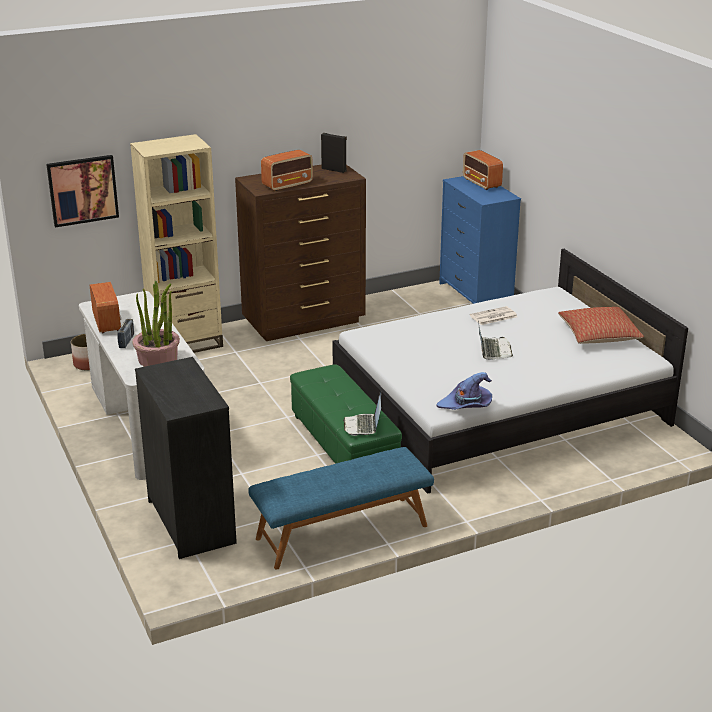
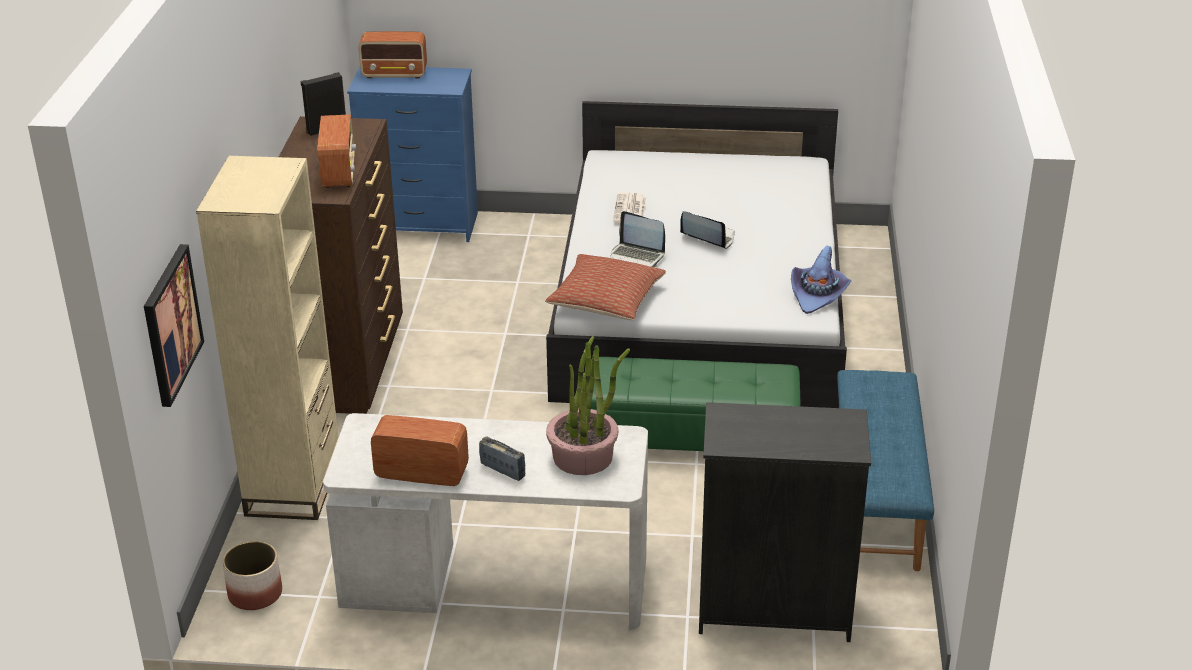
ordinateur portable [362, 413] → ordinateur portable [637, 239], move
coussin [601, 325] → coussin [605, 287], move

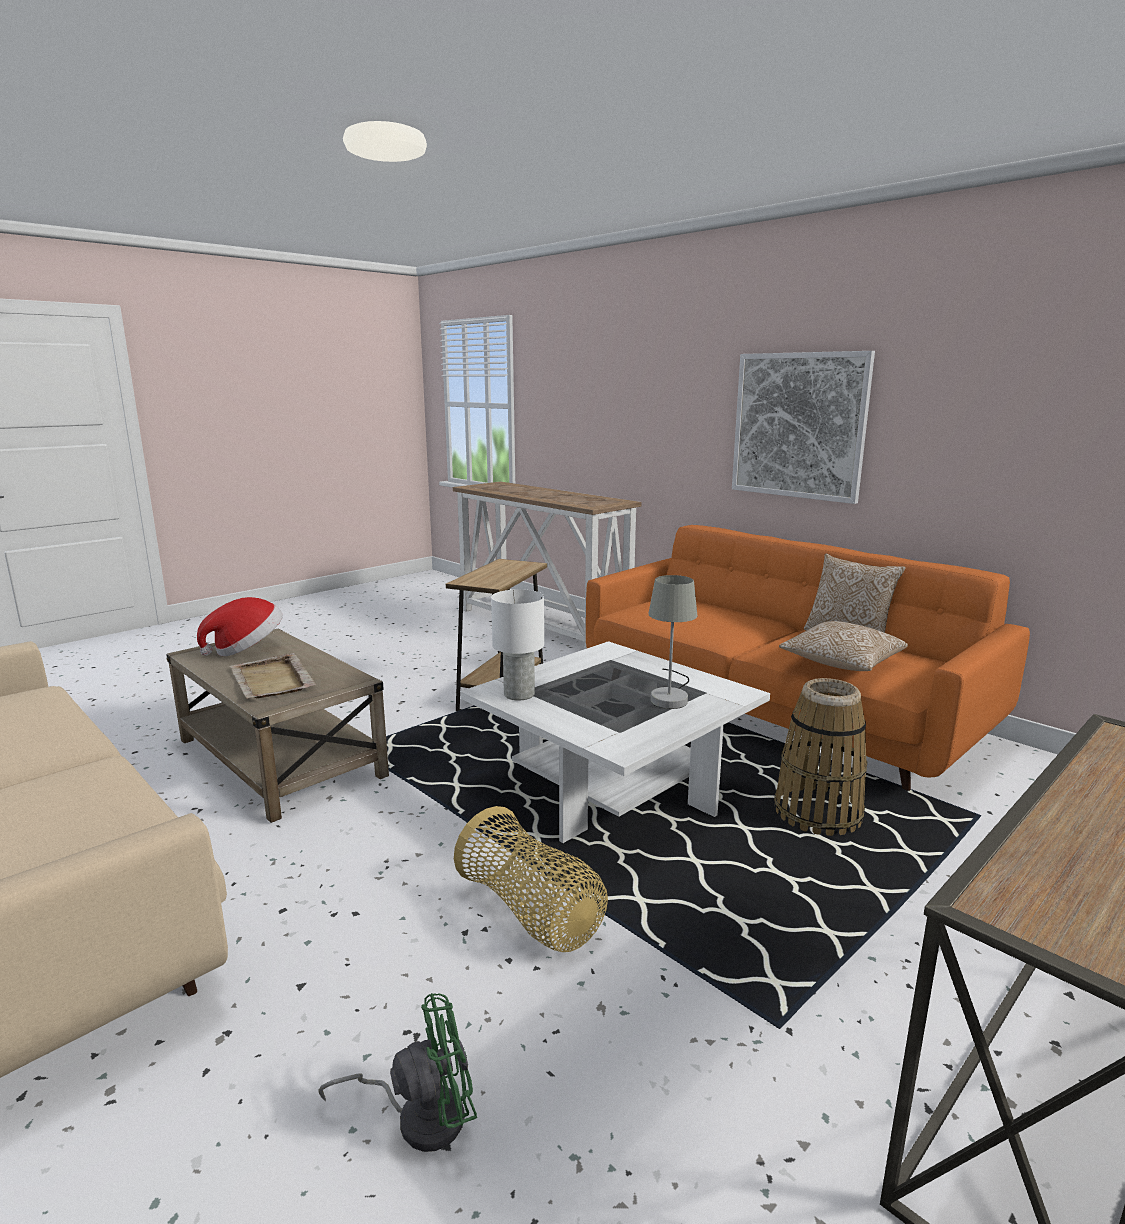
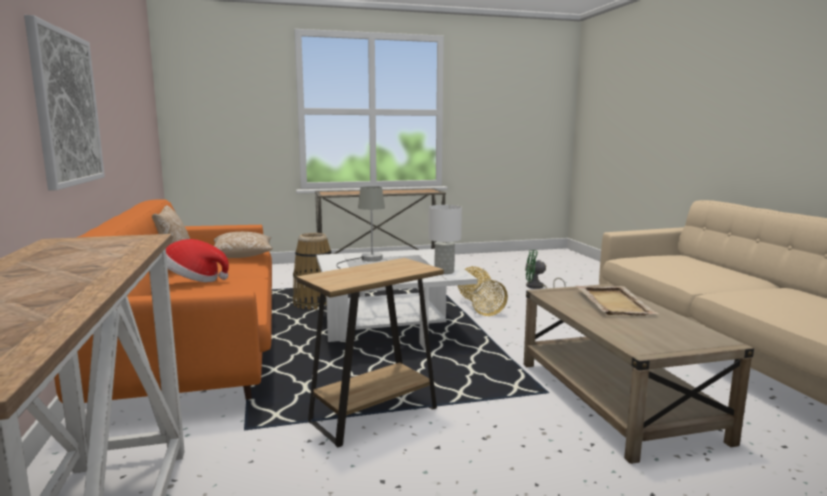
chapeau [240, 626] → chapeau [197, 260], move

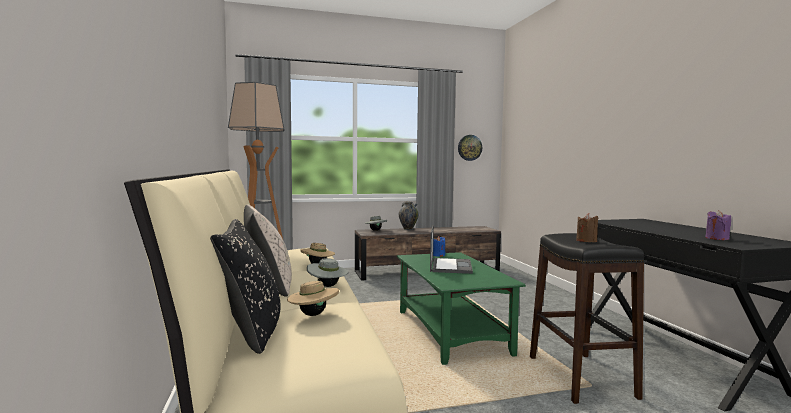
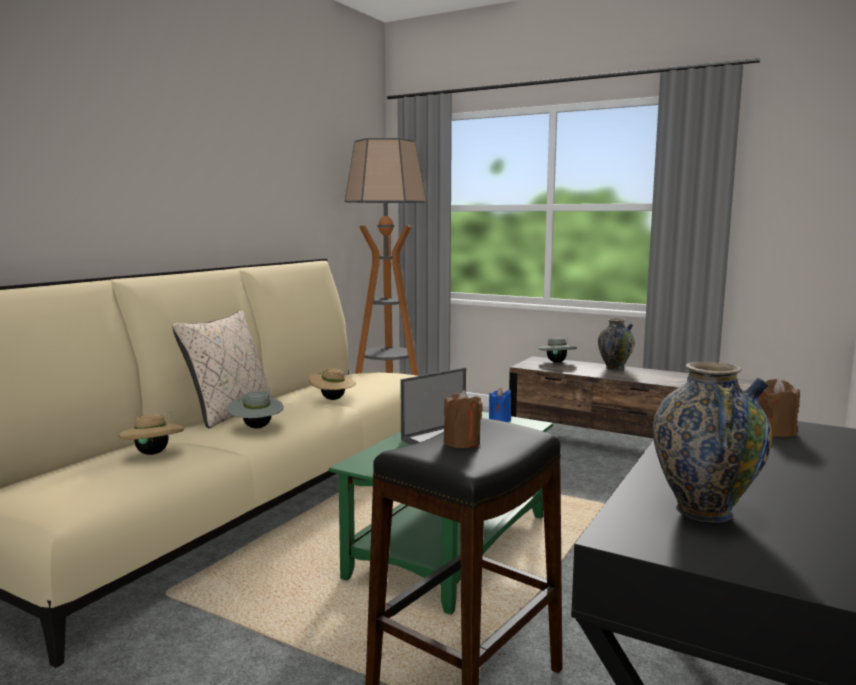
coussin/noir [245, 286] → -
horloge murale [470, 148] → -
bougie/violet [718, 225] → vase [712, 442]
- → bougie/marron [779, 408]

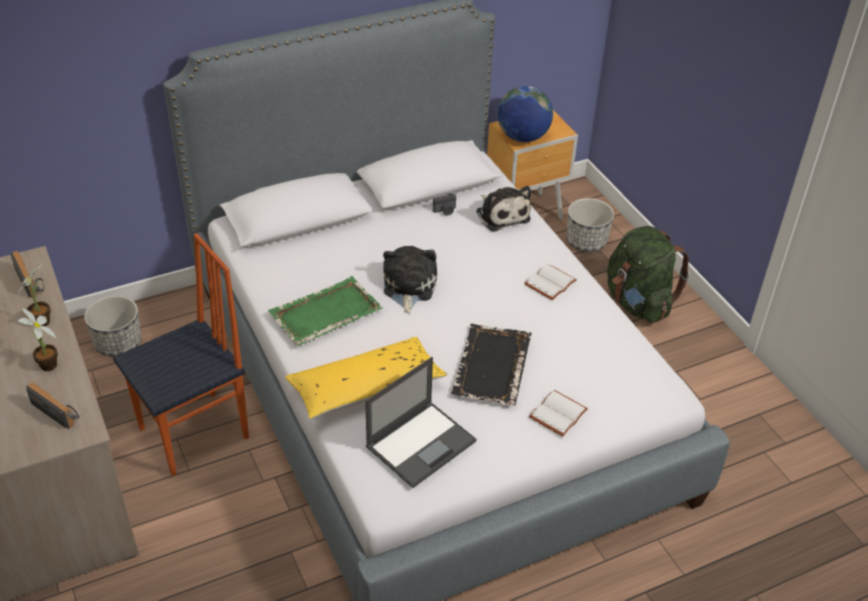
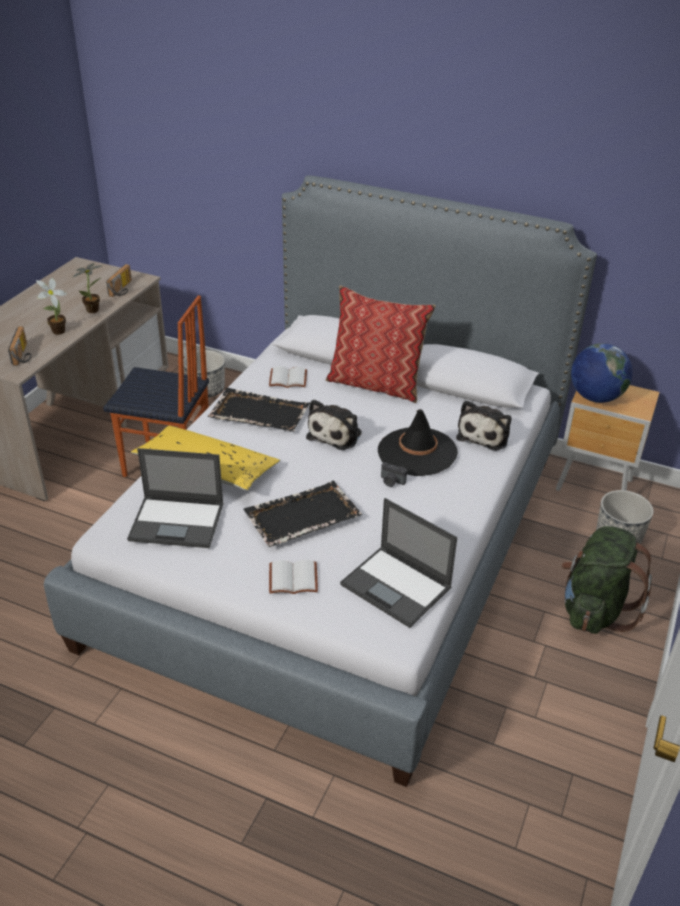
plateau/vert [325, 311] → plateau/noir [259, 410]
peluche [410, 280] → peluche [334, 424], 150 degrees clockwise
appareil photo [444, 204] → appareil photo [394, 474], move
livre/blanc [550, 282] → livre/blanc [288, 377], move
- → coussin [380, 344]
- → ordinateur portable [398, 563]
- → chapeau/noir [418, 442]

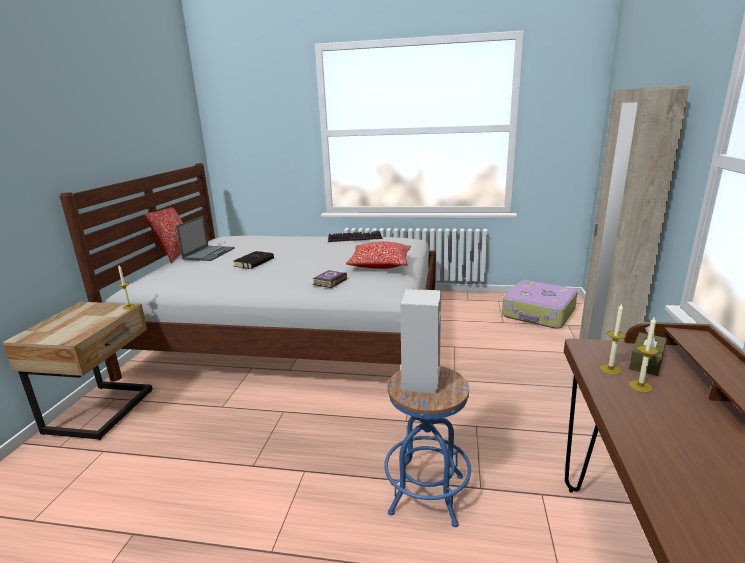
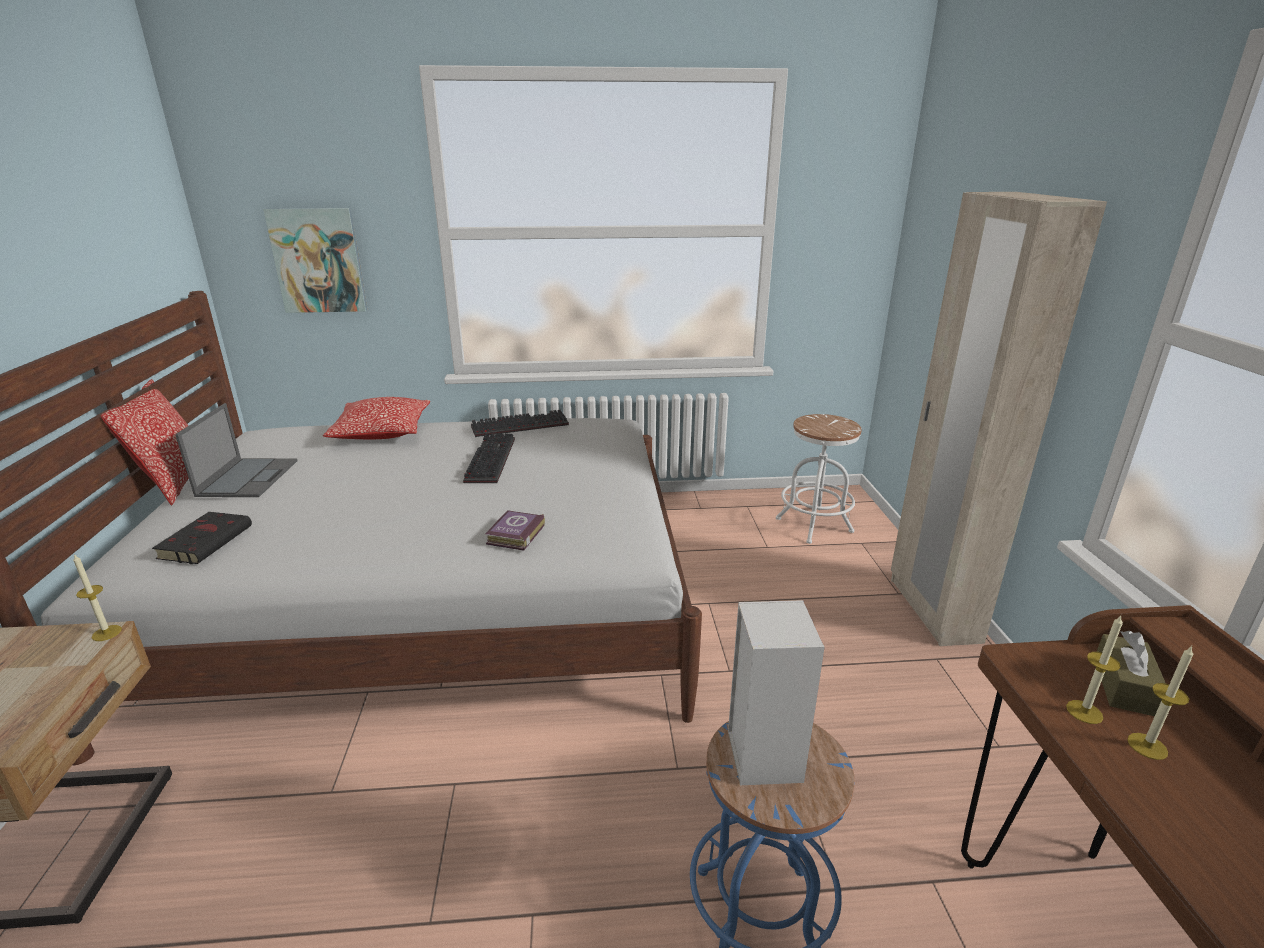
livre/noir [253, 260] → livre/noir [202, 538], move
coussin [378, 255] → coussin [376, 418], move
valise [539, 304] → tabouret/blanc [819, 479]
- → tableau [315, 260]
- → clavier [489, 458]

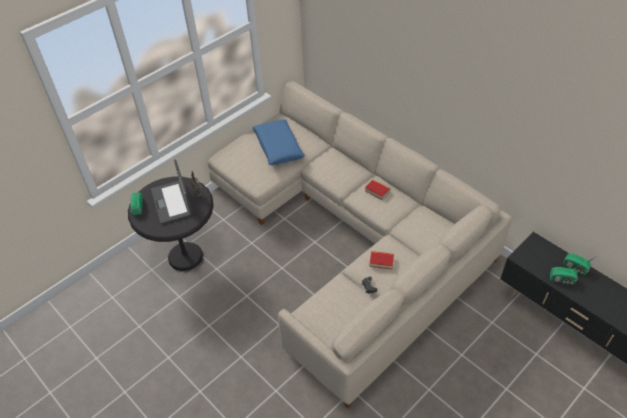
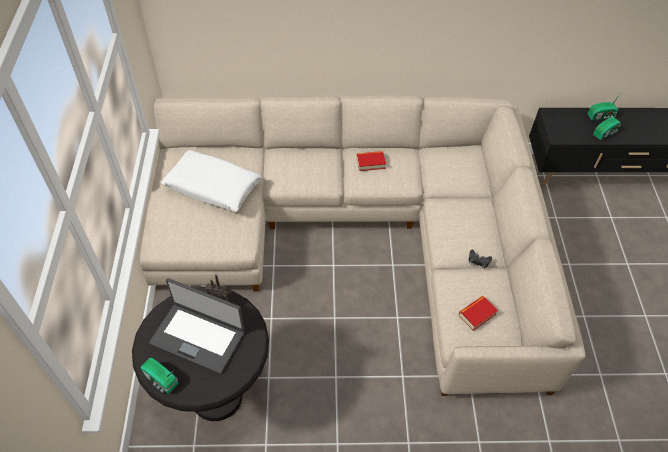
coussin/bleu [279, 142] → coussin/blanc [211, 181]
livre [381, 260] → livre [478, 313], move

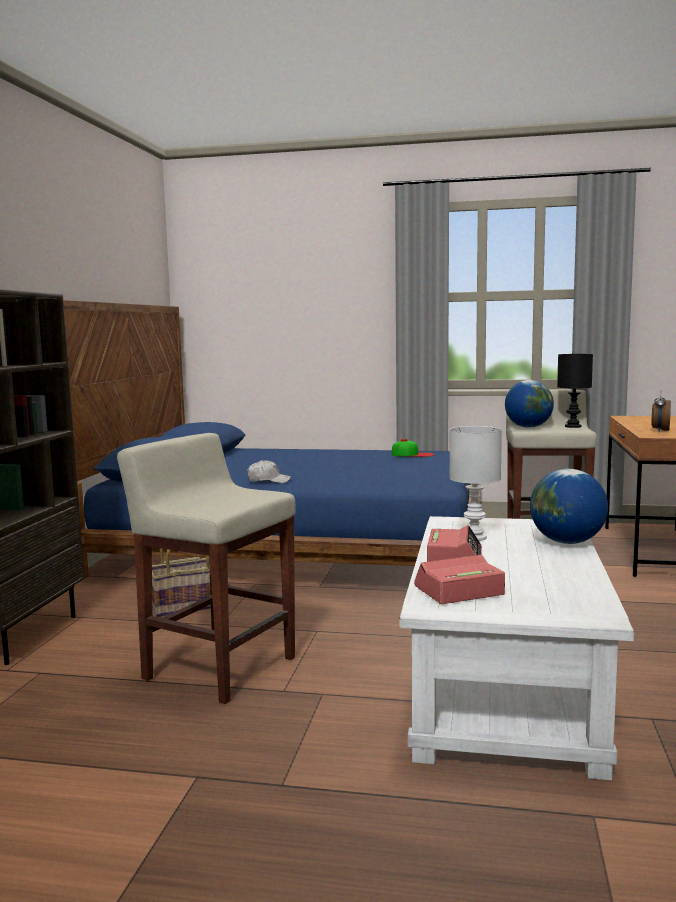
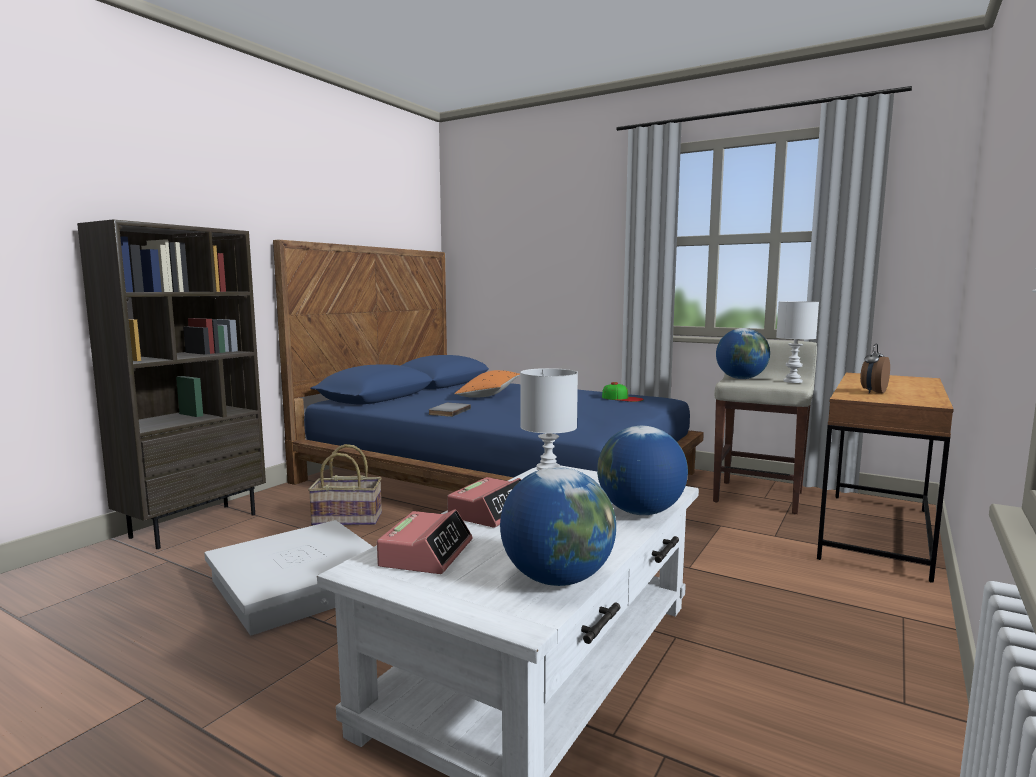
tabouret/beige [206, 568] → boîte de rangement/blanc [288, 577]
casquette/blanc [269, 471] → livre/gris [449, 410]
réveil [459, 579] → réveil [425, 541], 105 degrees clockwise
lampe de table/noir [575, 391] → lampe de table/blanc [797, 342]
- → coussin/orange [487, 384]
- → globe [558, 526]

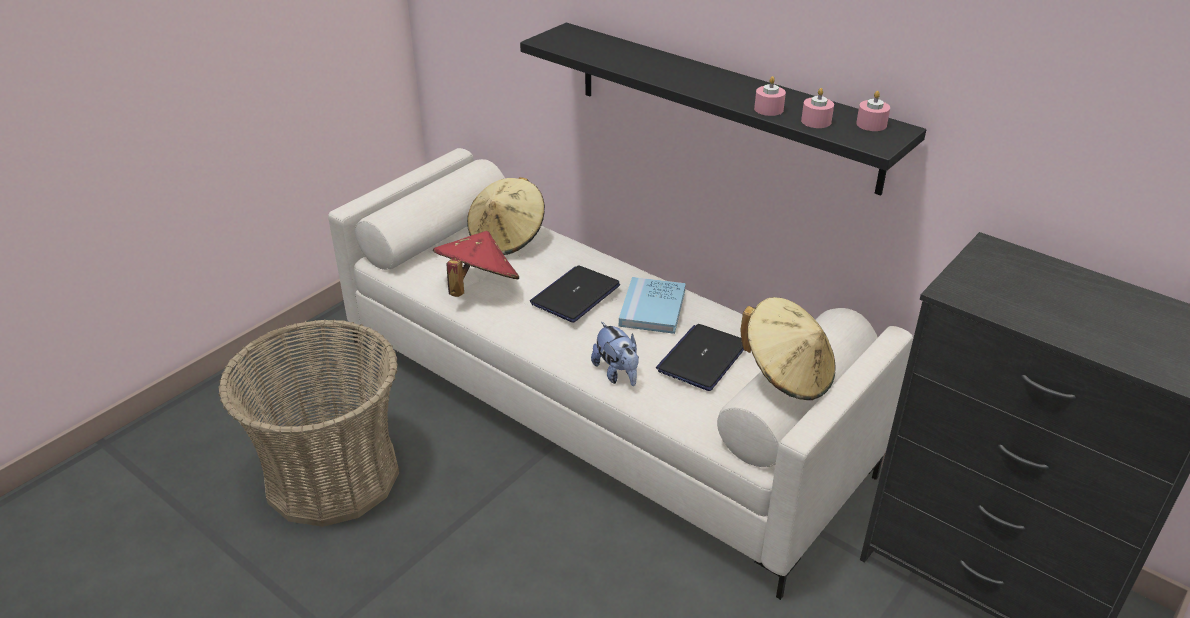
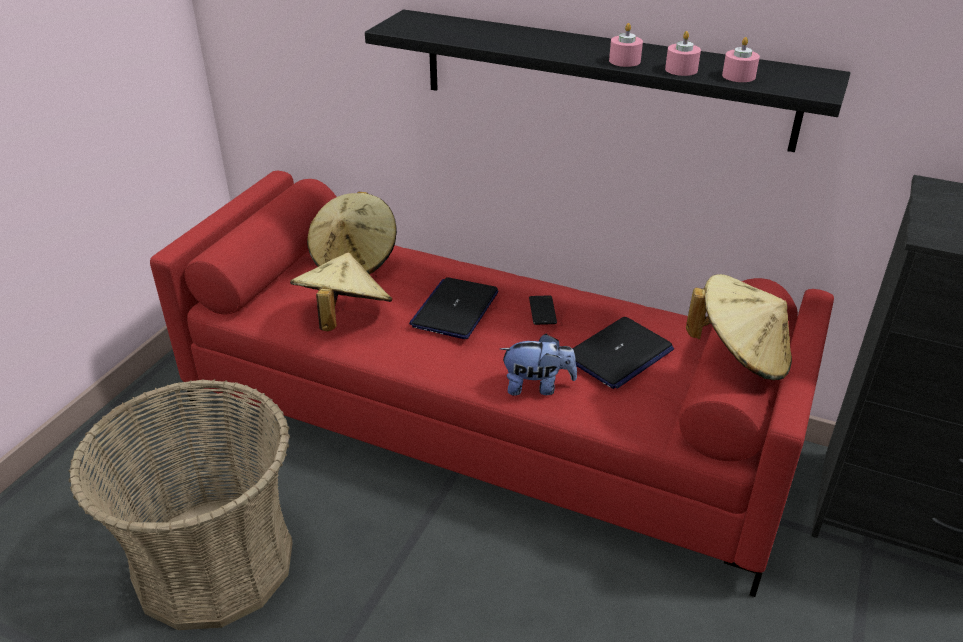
canapé/blanc [620, 374] → canapé/rouge [492, 383]
chapeau/rouge [476, 264] → chapeau/beige [341, 291]
peluche [615, 354] → peluche [538, 365], 45 degrees counterclockwise
livre/bleu [652, 305] → téléphone [543, 310]
ordinateur portable [700, 357] → ordinateur portable [623, 353], 150 degrees counterclockwise
bougie/rose [873, 111] → bougie/rose [626, 45], move

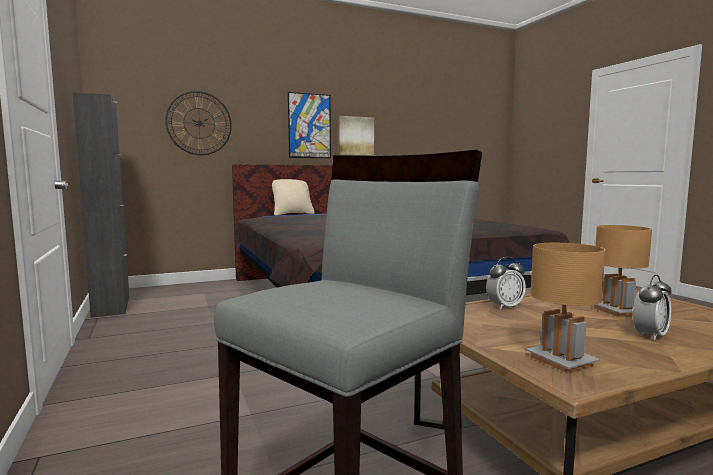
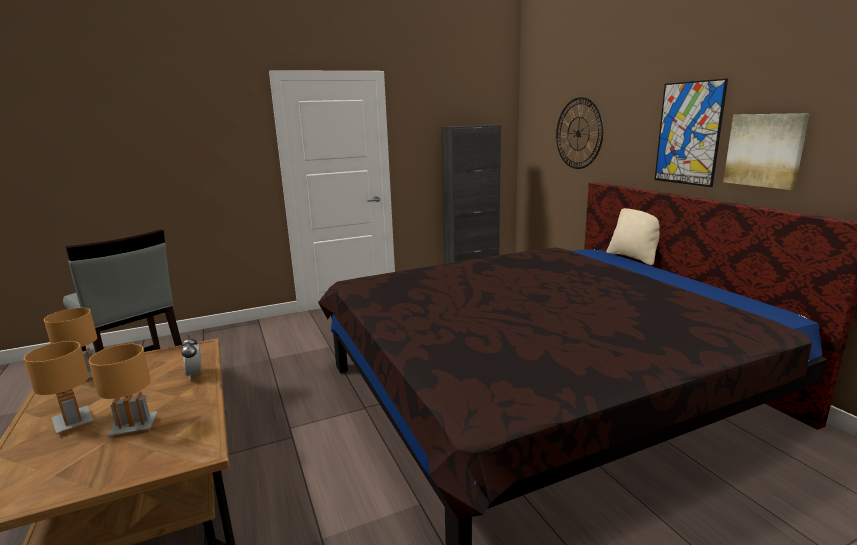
réveil [652, 308] → lampe de table/marron [58, 388]

